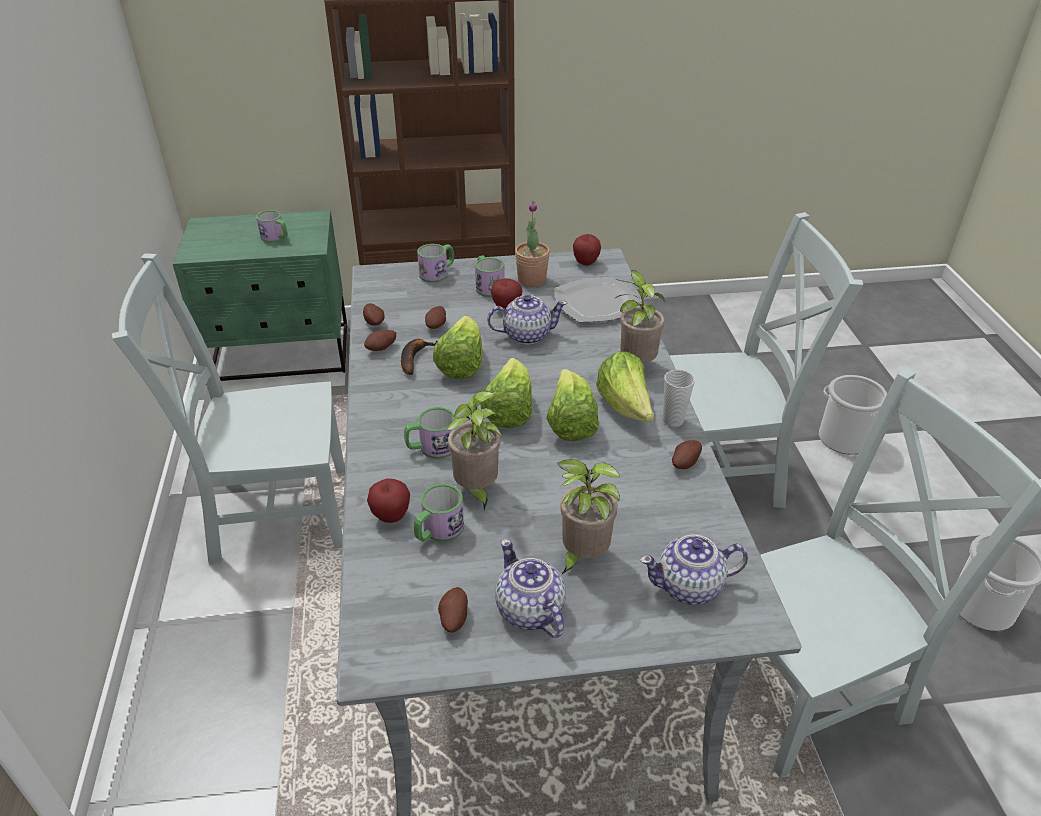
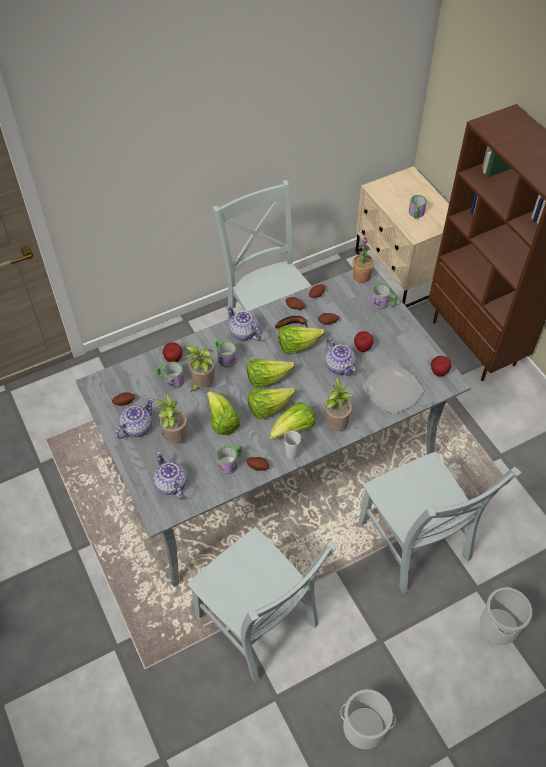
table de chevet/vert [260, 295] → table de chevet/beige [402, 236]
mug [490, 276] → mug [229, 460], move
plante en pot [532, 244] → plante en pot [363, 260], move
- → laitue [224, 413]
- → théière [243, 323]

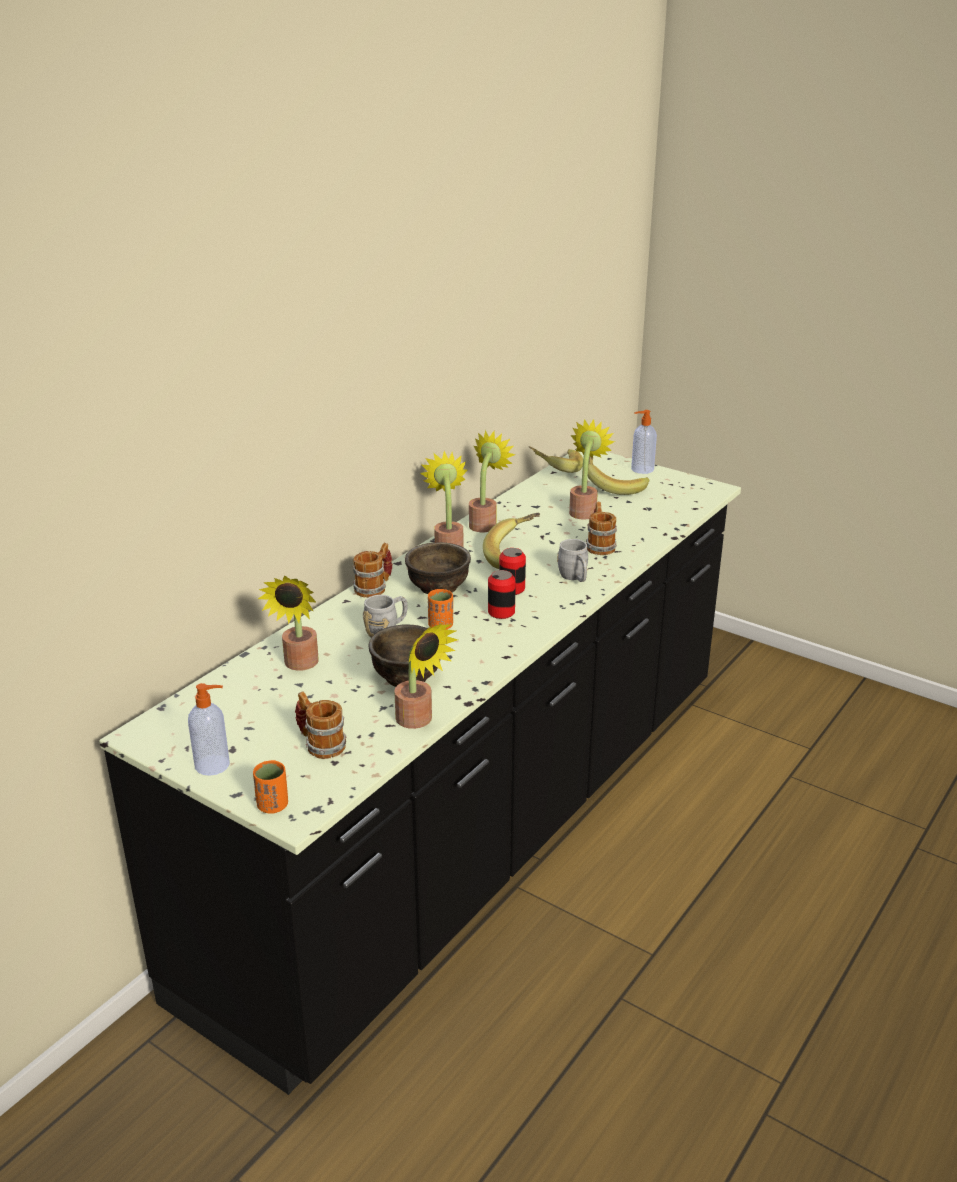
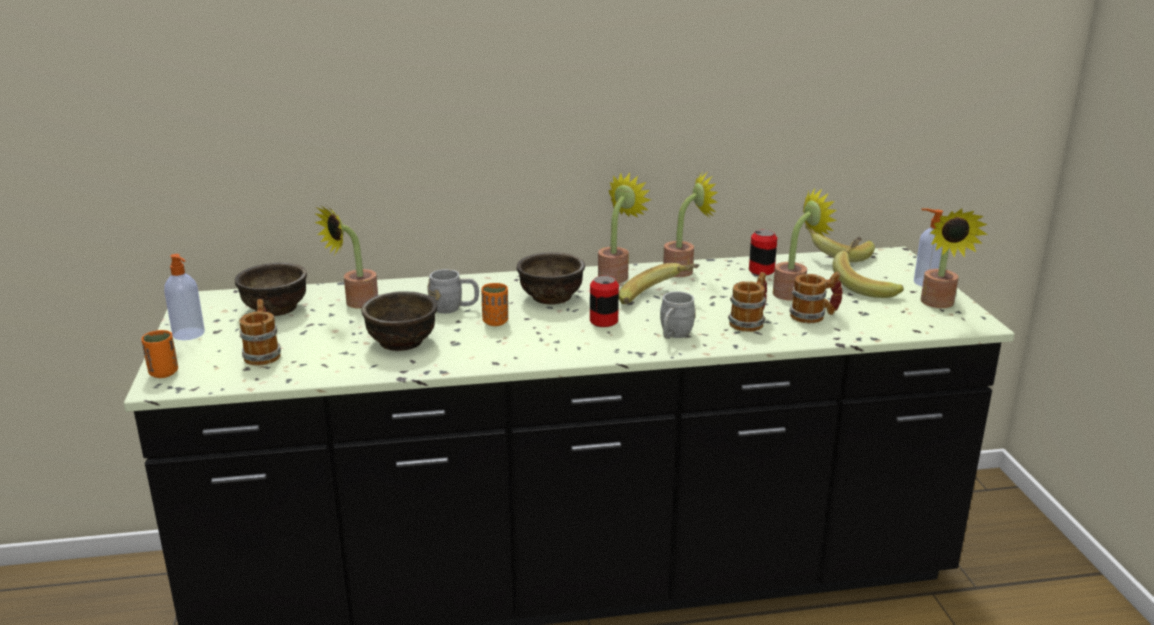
mug [373, 570] → mug [816, 297], move
plante en pot [426, 676] → plante en pot [954, 258], move
boîte métallique [502, 594] → boîte métallique [763, 252], move
- → bol/marron [271, 289]

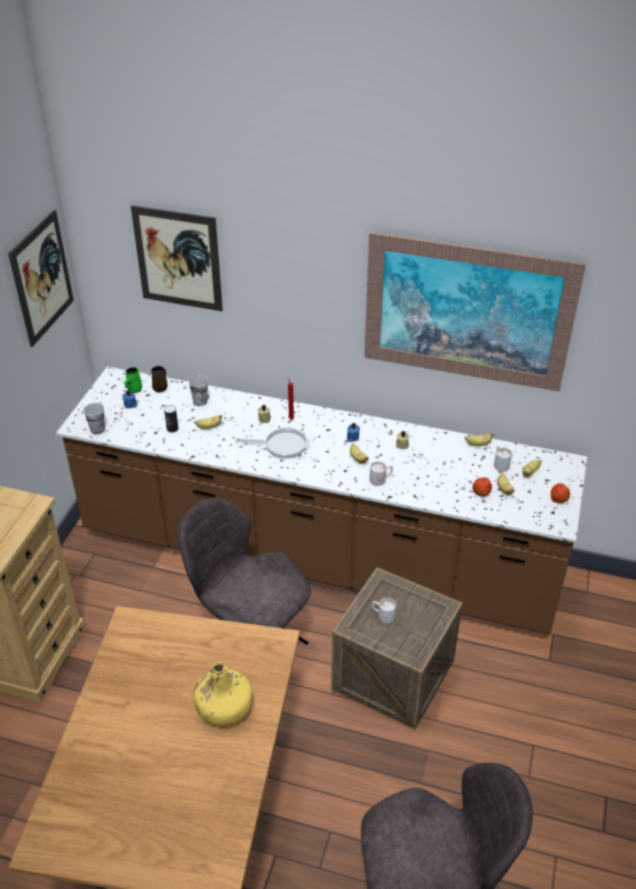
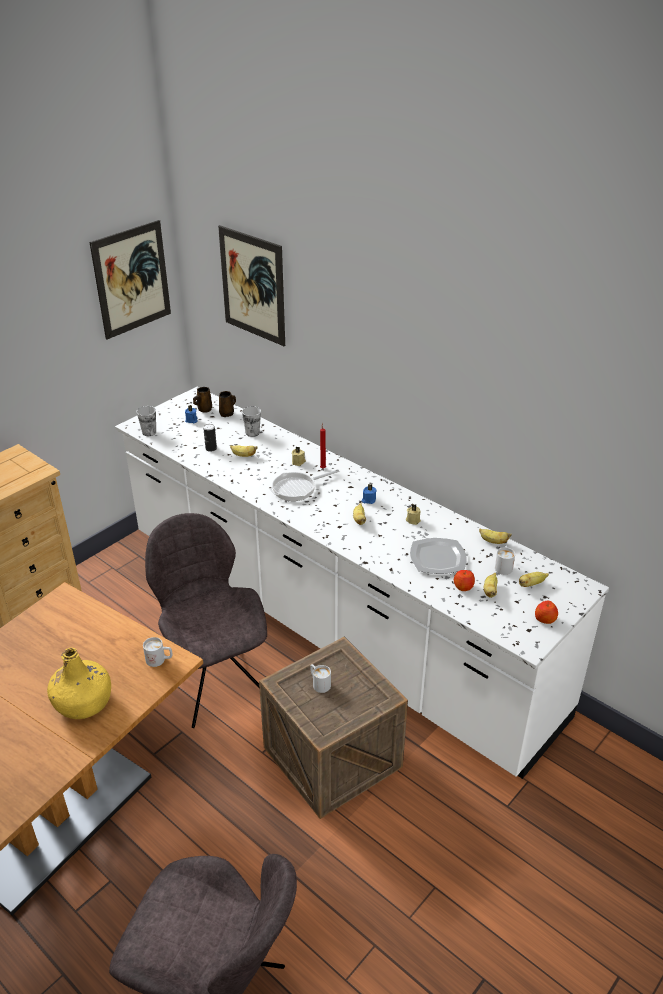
comptoir de cuisine/marron [321, 500] → comptoir de cuisine/blanc [362, 582]
mug/vert [133, 380] → mug/marron [202, 400]
poêle [273, 443] → poêle [304, 485], 120 degrees clockwise
tableau [475, 312] → -
mug/blanc [381, 473] → mug/blanc [157, 652], move
- → assiette [438, 556]

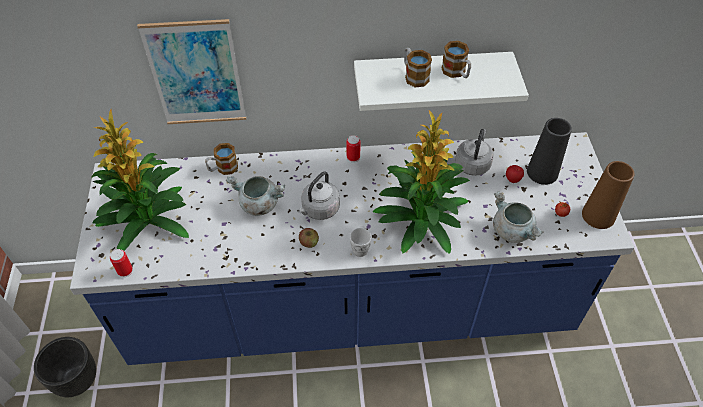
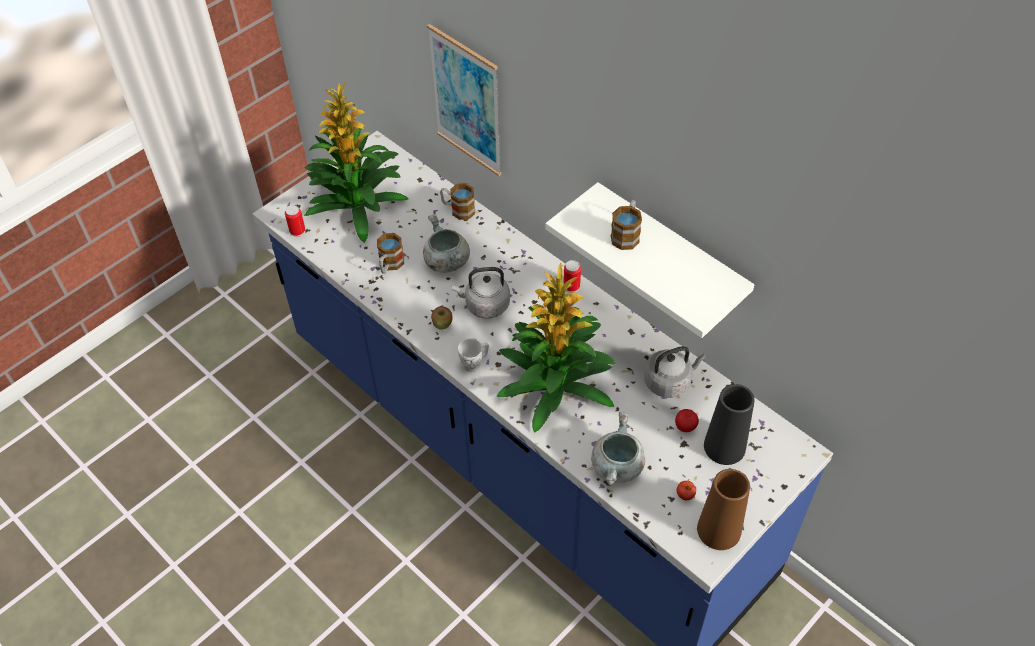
cache-pot/noir [65, 367] → -
mug [456, 59] → mug [390, 253], move

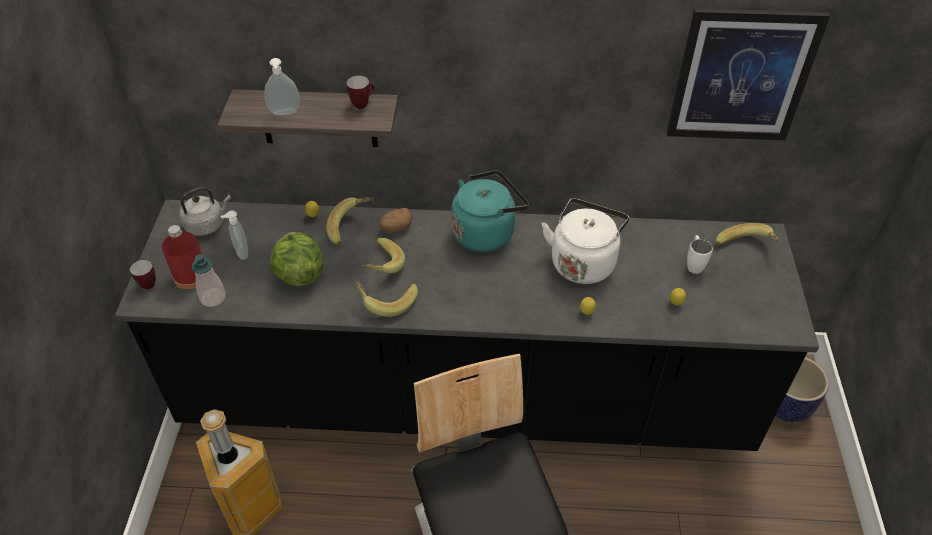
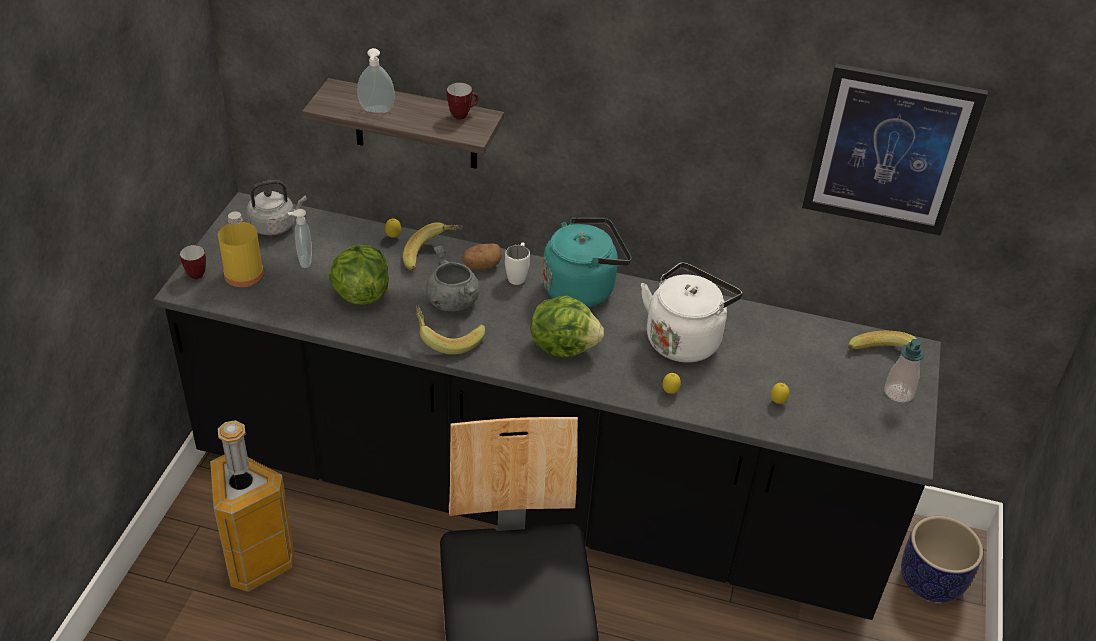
bouteille/rouge [182, 257] → bouteille/jaune [241, 249]
distributeur de savon [209, 280] → distributeur de savon [904, 370], move
banane [383, 255] → marmite/gris [453, 278]
mug/blanc [700, 254] → mug/blanc [517, 264], move
- → laitue [567, 326]

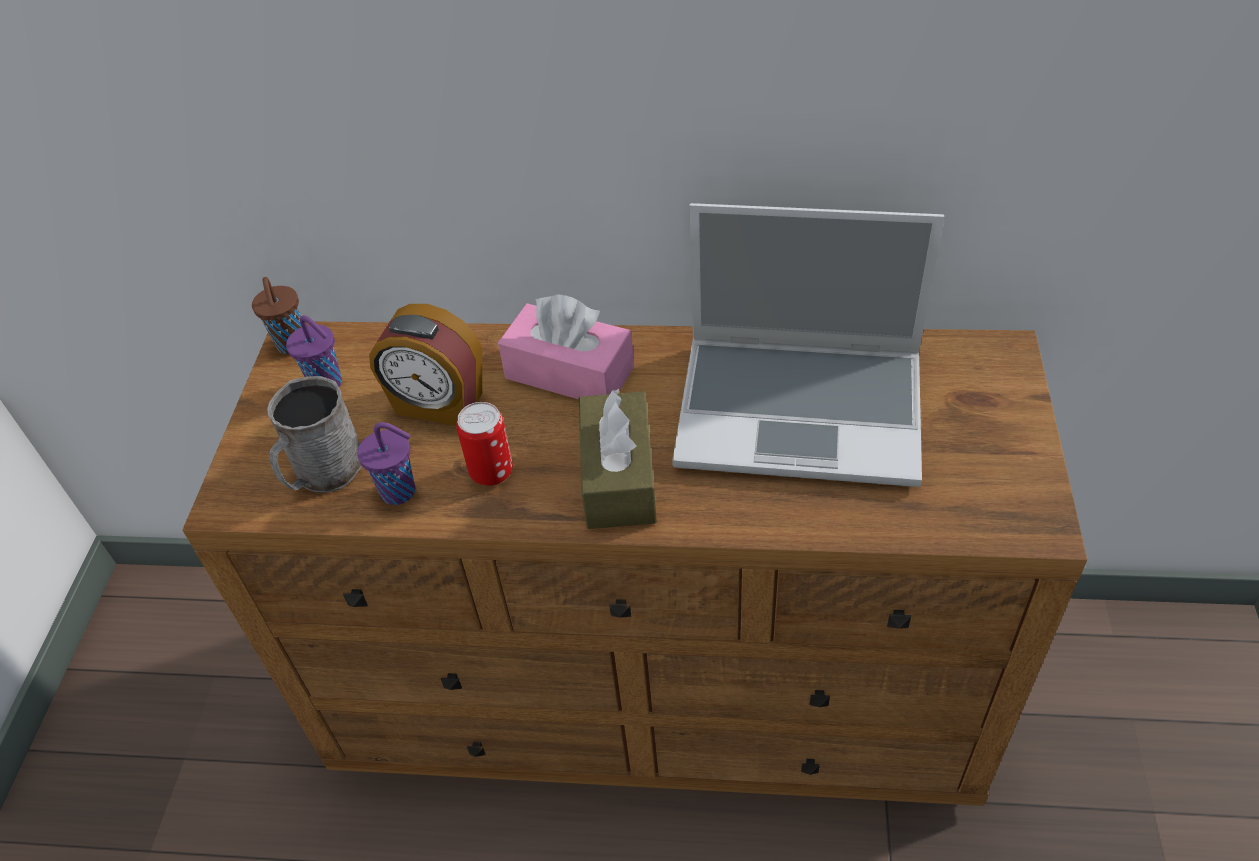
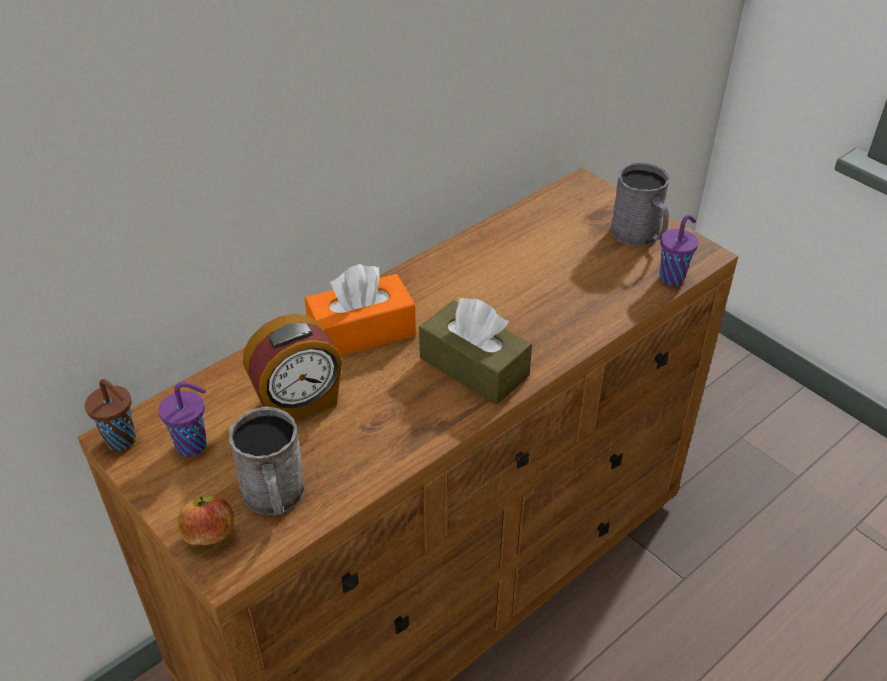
tasse/violet [386, 463] → tasse/violet [679, 250], move
boîte métallique [484, 444] → -
boîte à mouchoirs/rose [566, 346] → boîte à mouchoirs/orange [360, 310]
ordinateur portable [808, 345] → -
- → pomme [206, 521]
- → mug/gris [640, 204]

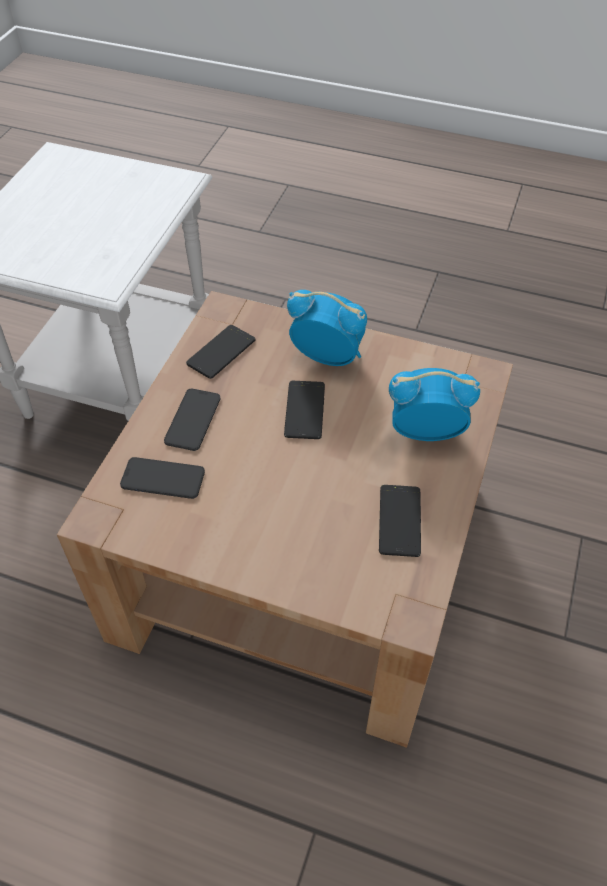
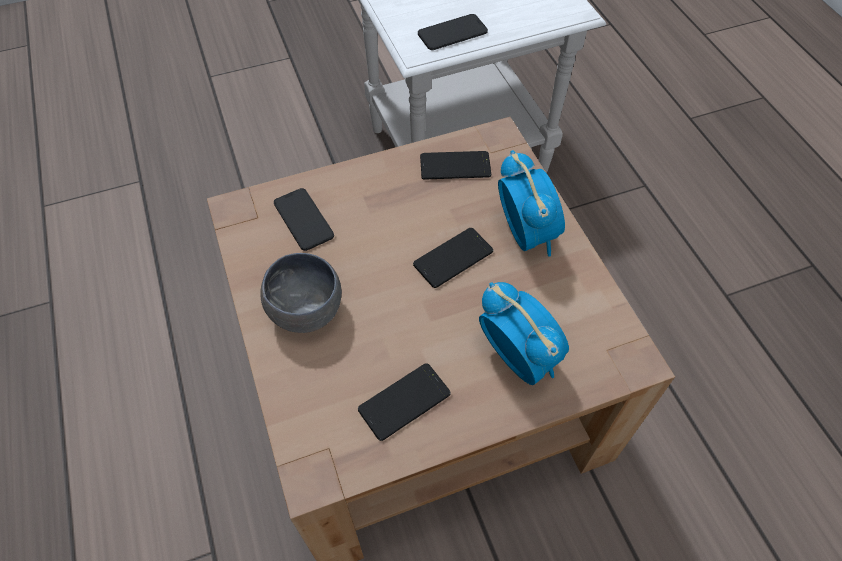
téléphone [192, 419] → téléphone [453, 32], move
- → bol/gris [301, 293]

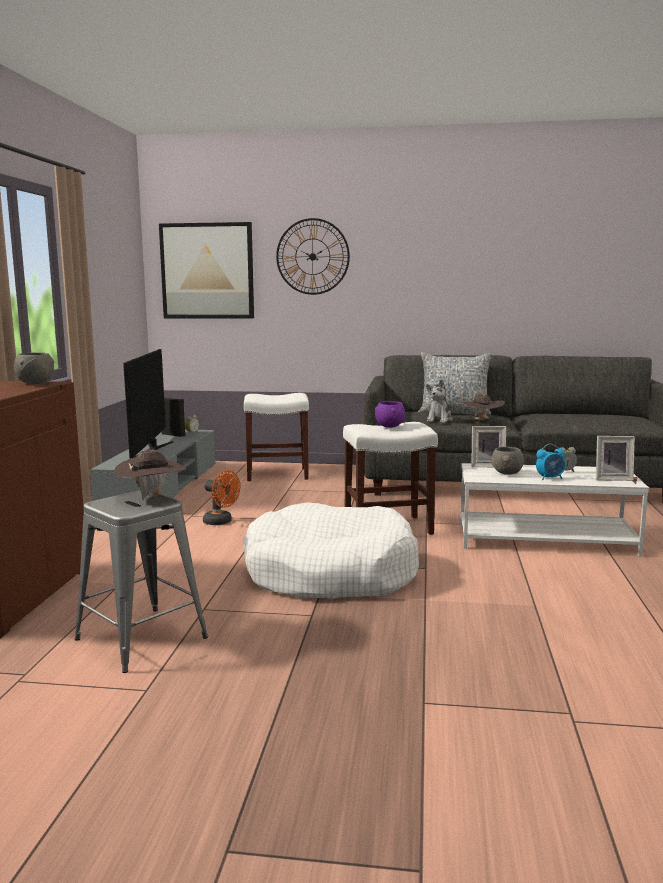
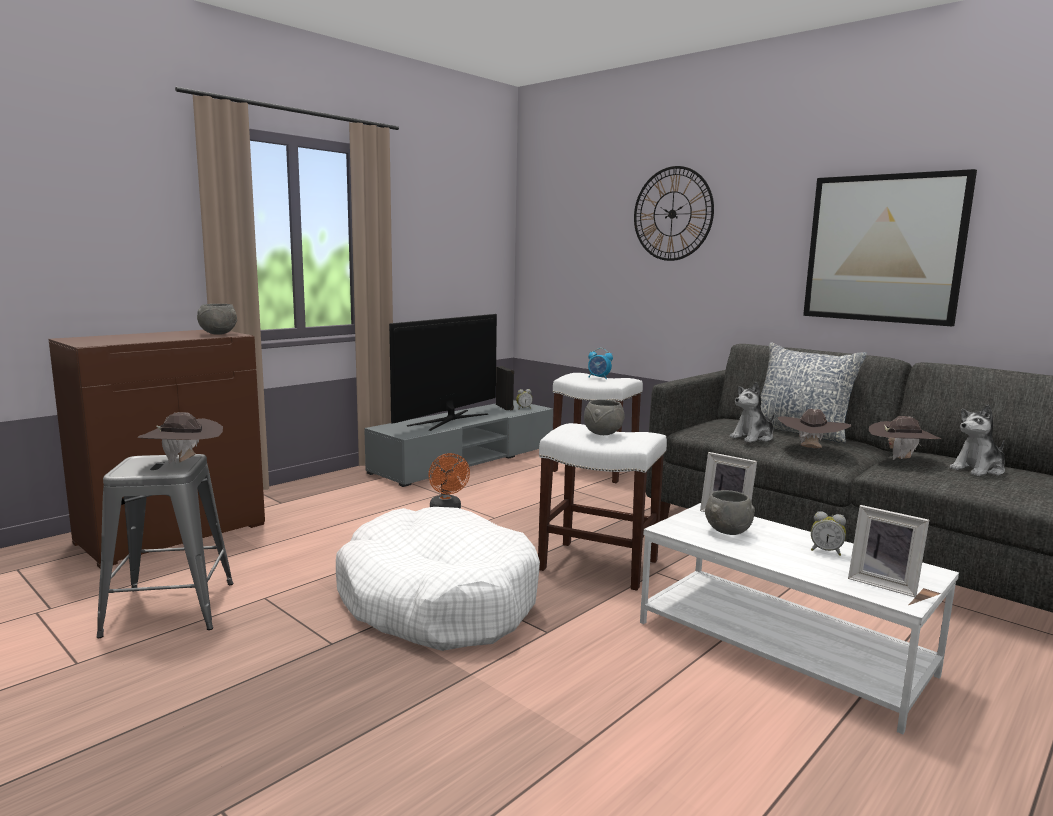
tableau [206, 270] → tableau [890, 247], move
bol/violet [390, 414] → bol/gris [604, 417]
réveil [550, 462] → réveil [600, 363], move
- → chapeau/marron [905, 438]
- → peluche [977, 440]

